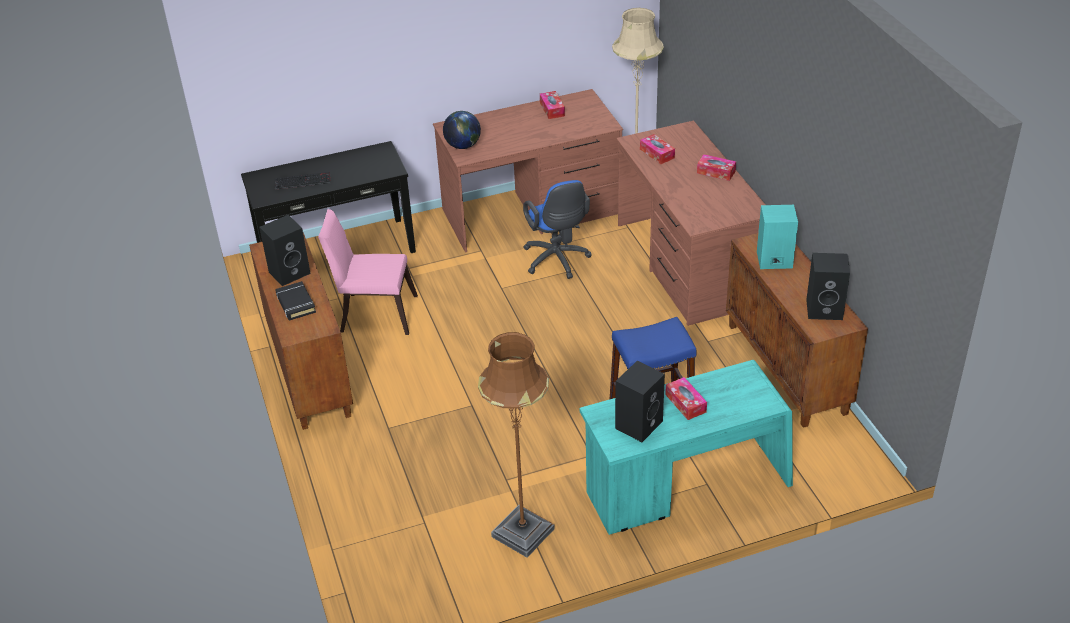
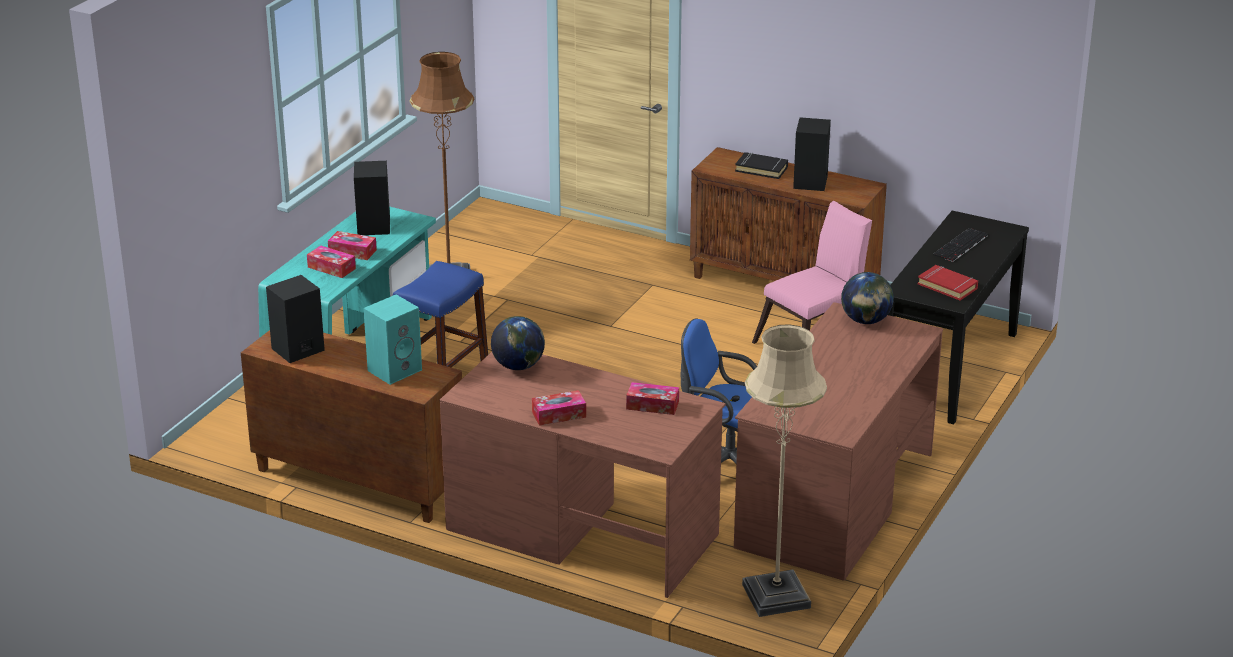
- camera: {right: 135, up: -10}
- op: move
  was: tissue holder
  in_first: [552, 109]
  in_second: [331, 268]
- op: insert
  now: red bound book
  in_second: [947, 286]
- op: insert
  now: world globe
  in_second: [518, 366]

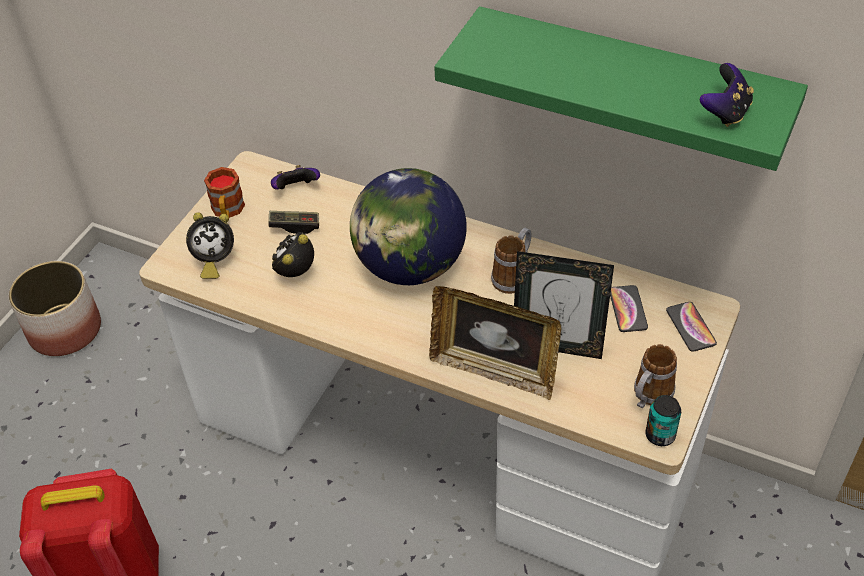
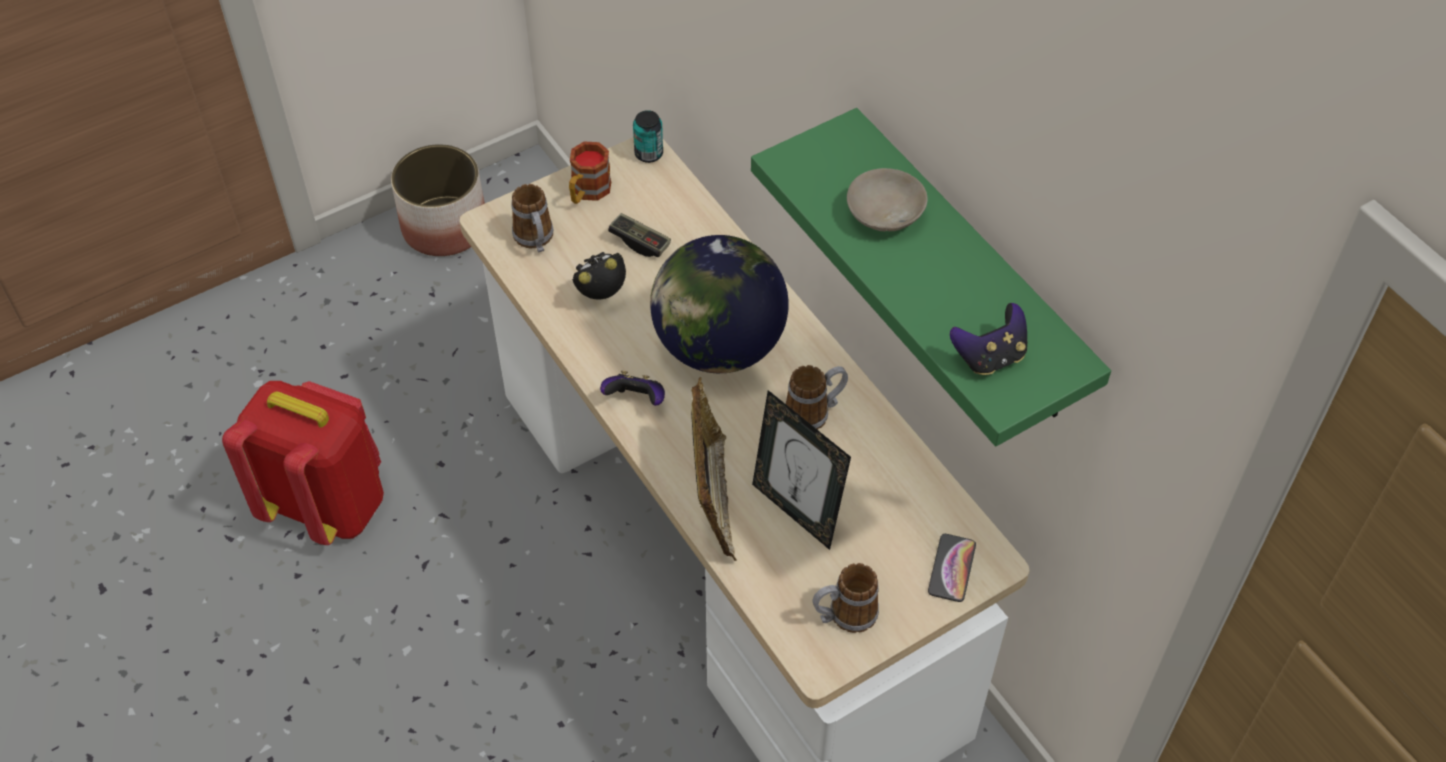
- camera: {right: 30, up: 5}
- op: move
  was: game controller
  in_first: [296, 189]
  in_second: [636, 400]
- op: replace
  was: bedside clock
  now: coffee mug
  in_first: [214, 261]
  in_second: [536, 240]
- op: delete
  was: handset
  in_first: [628, 309]
- op: rotate
  was: standing frame
  in_first: [494, 370]
  in_second: [713, 501]
  clockwise: -150
- op: move
  was: metal can
  in_first: [660, 435]
  in_second: [649, 154]
- op: insert
  now: beige-coloured bowl
  in_second: [885, 212]

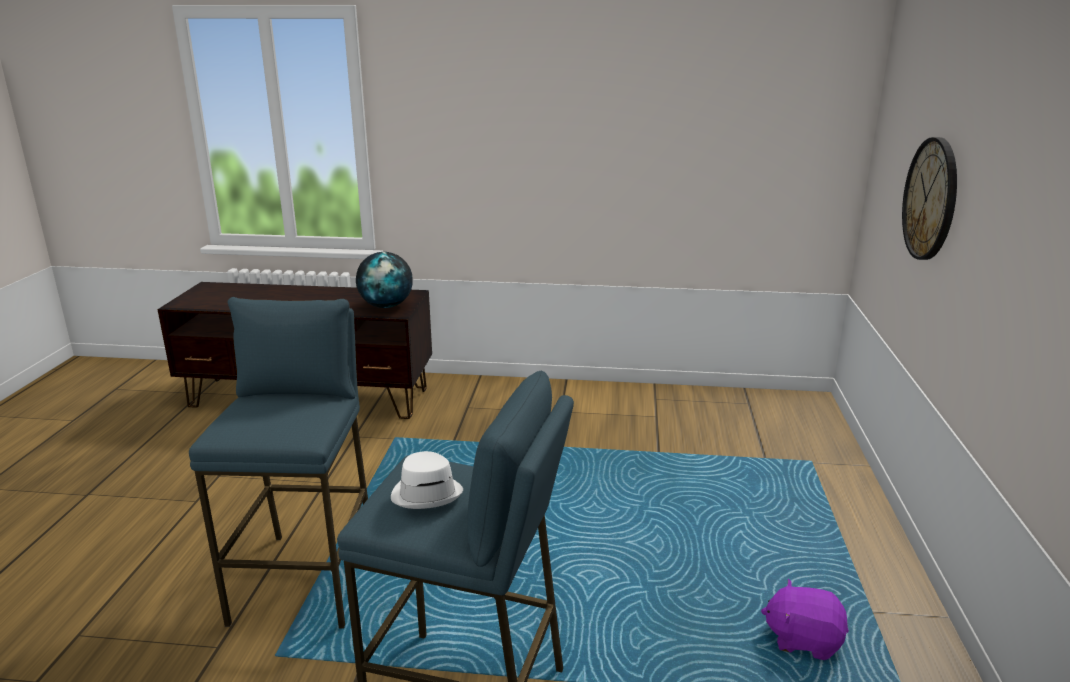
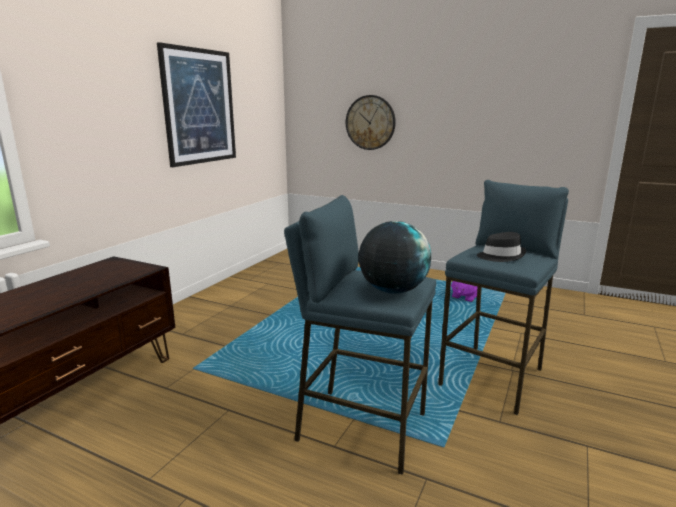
- camera: {right: -70, up: -5}
- op: move
  was: world globe
  in_first: [386, 306]
  in_second: [393, 290]
- op: recolor
  was: white-coloured wearable hat
  now: black-coloured wearable hat
  in_first: [427, 493]
  in_second: [500, 256]
- op: insert
  now: wall picture
  in_second: [199, 107]

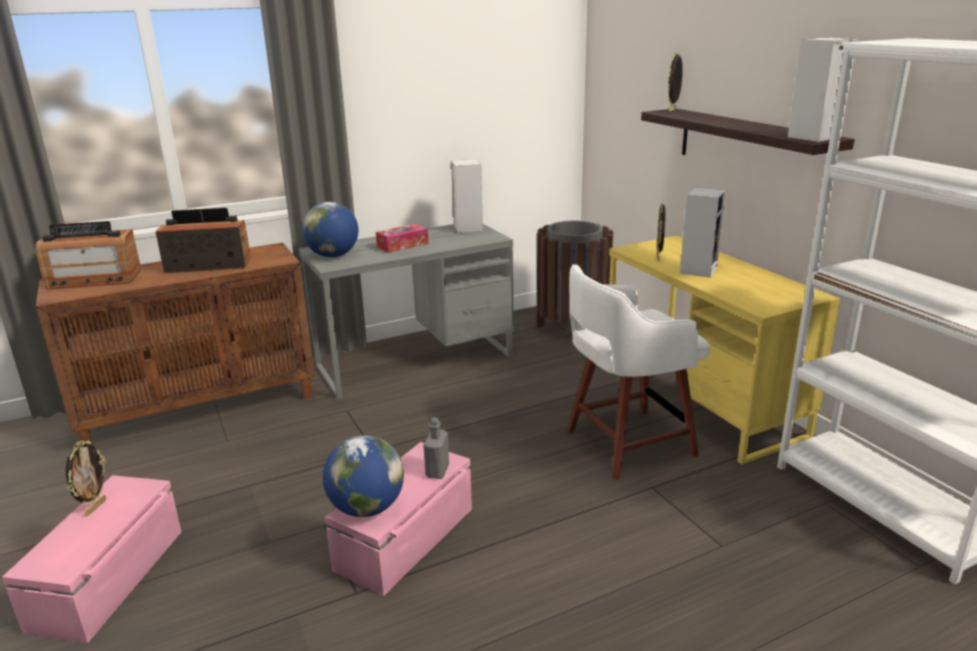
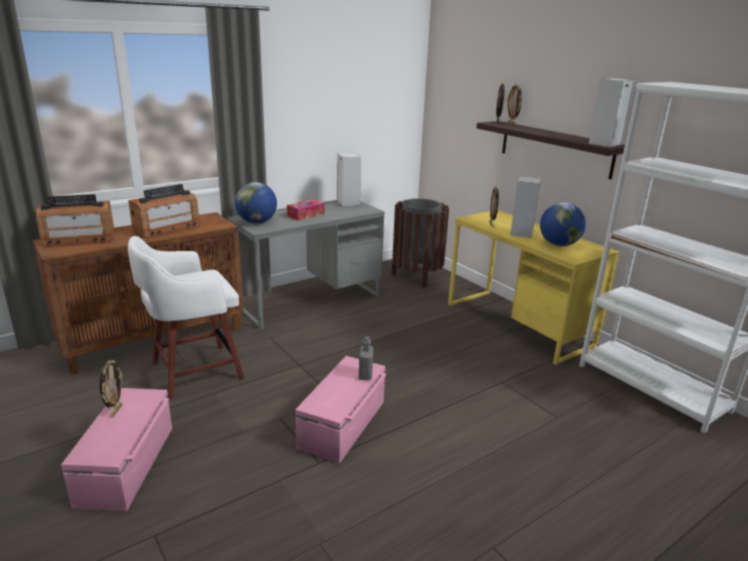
- camera: {right: -10, up: 0}
- op: rotate
  was: radio receiver
  in_first: [208, 265]
  in_second: [167, 229]
  clockwise: 150
- op: move
  was: white-coloured stool
  in_first: [626, 444]
  in_second: [193, 371]
- op: move
  was: world globe
  in_first: [367, 508]
  in_second: [559, 244]
- op: insert
  now: standing frame
  in_second: [511, 124]

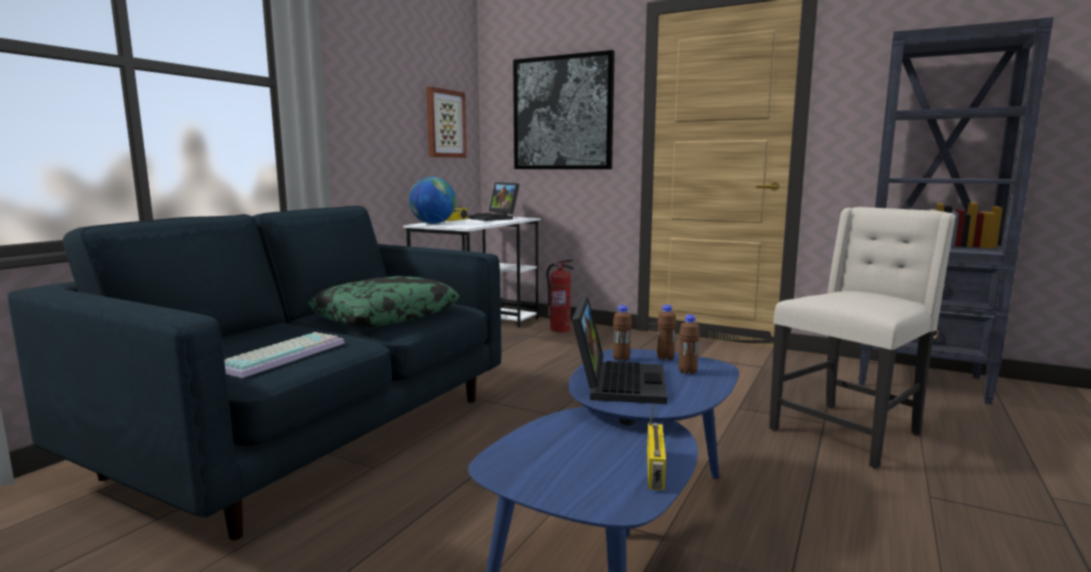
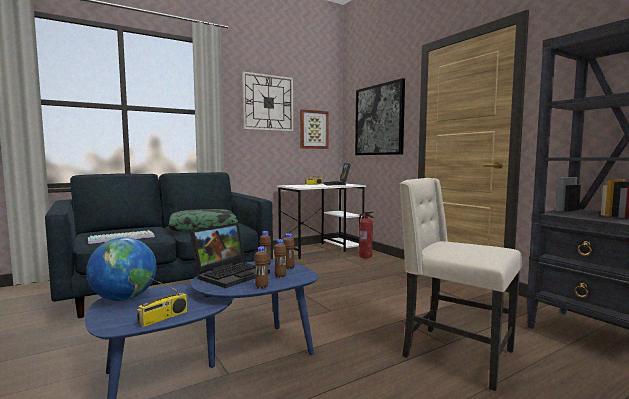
- camera: {right: 30, up: -5}
- op: move
  was: world globe
  in_first: [433, 224]
  in_second: [124, 298]
- op: rotate
  was: beige-coloured upright chair
  in_first: [848, 432]
  in_second: [455, 354]
  clockwise: -135
- op: insert
  now: hanging clock
  in_second: [268, 102]
- op: insert
  now: brown drink bottle
  in_second: [261, 286]

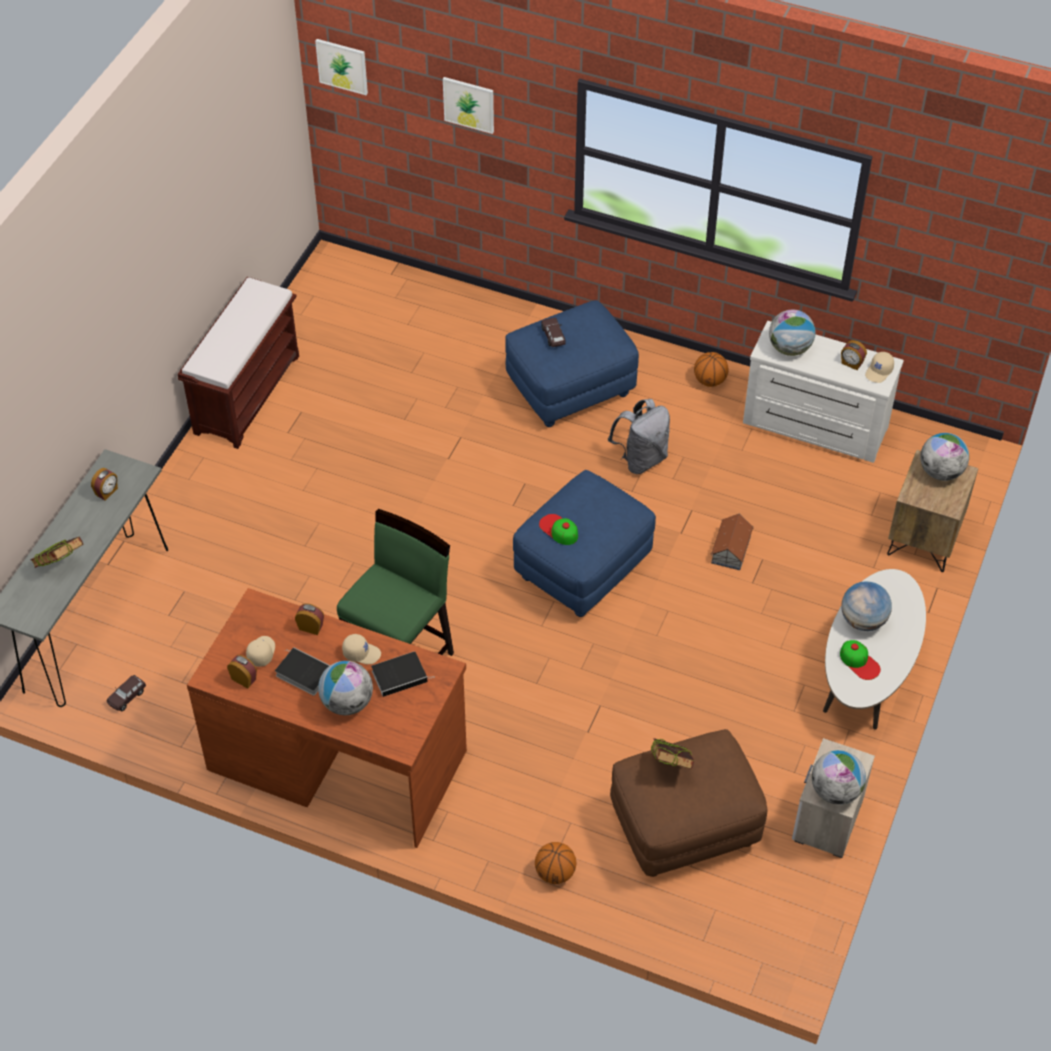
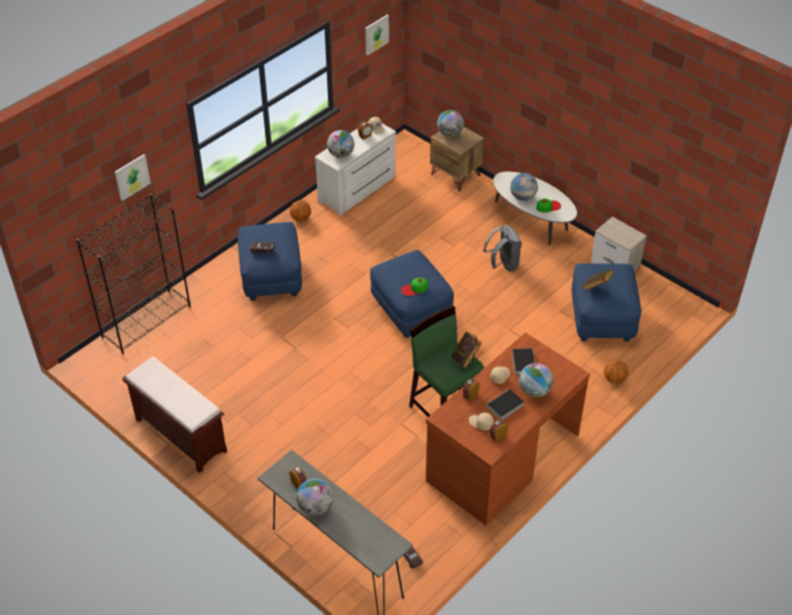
- camera: {right: -70, up: -5}
- op: move
  was: wall picture
  in_first: [342, 66]
  in_second: [376, 34]
- op: move
  was: greyish backpack
  in_first: [641, 459]
  in_second: [503, 264]
- op: delete
  was: miniature house
  in_first: [730, 550]
- op: move
  was: bound book
  in_first: [61, 566]
  in_second: [465, 359]
- op: recolor
  was: brown footrest
  now: bluish footrest
  in_first: [684, 827]
  in_second: [602, 319]
- op: move
  was: world globe
  in_first: [835, 791]
  in_second: [315, 507]
- op: insert
  now: black-coloured bookshelf
  in_second: [147, 321]

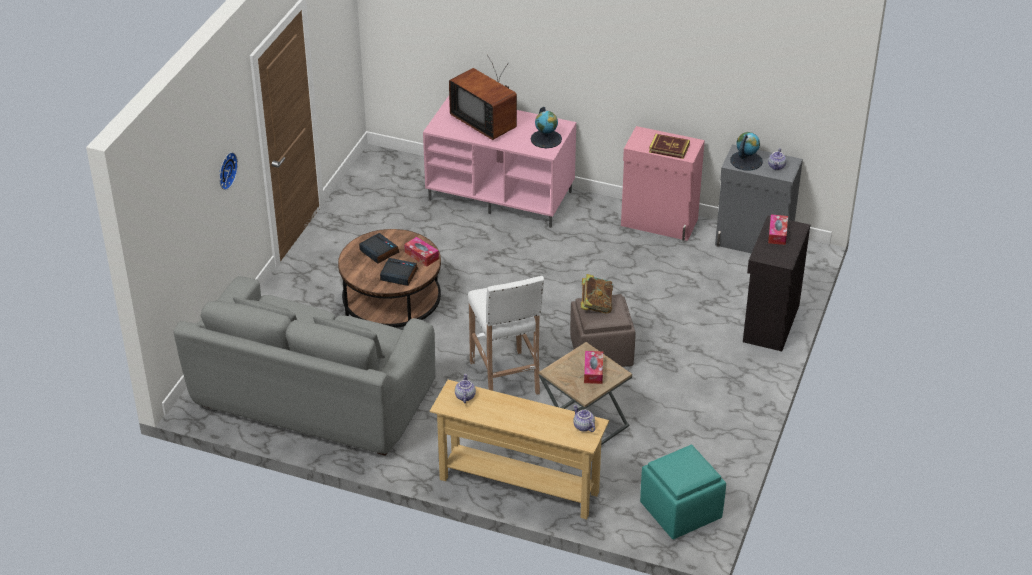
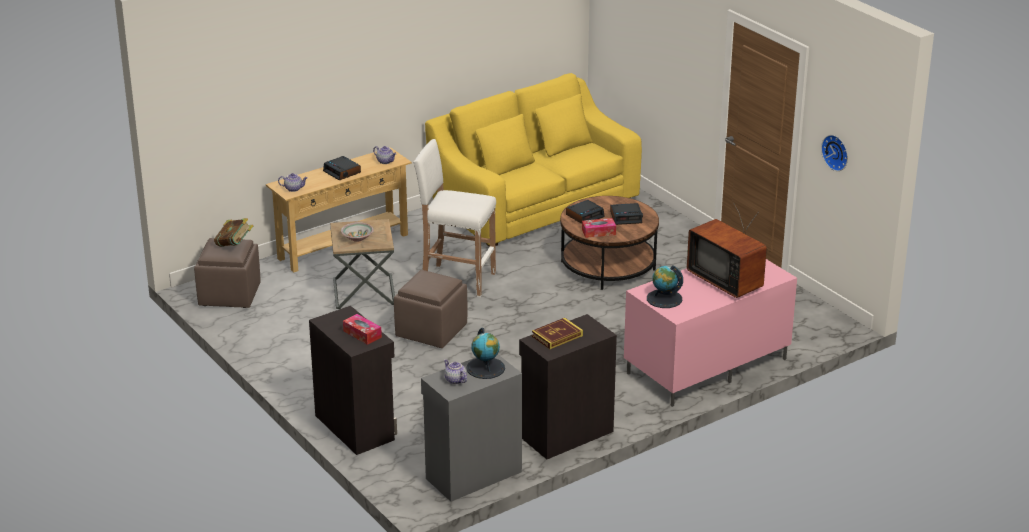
- camera: {right: 125, up: -10}
- op: rotate
  was: TV
  in_first: [486, 122]
  in_second: [728, 280]
  clockwise: -120
- op: recolor
  was: pinkish storage cabinet
  now: black-coloured storage cabinet
  in_first: [659, 223]
  in_second: [565, 434]
- op: move
  was: hanging clock
  in_first: [225, 170]
  in_second: [836, 152]
- op: move
  was: bound book
  in_first: [596, 305]
  in_second: [234, 245]
- op: recolor
  was: greyish sofa
  now: yellowish sofa
  in_first: [313, 399]
  in_second: [534, 205]
- op: replace
  was: tissue holder
  now: bowl
  in_first: [593, 371]
  in_second: [357, 238]
- op: recolor
  was: turquoise footrest
  now: brown footrest
  in_first: [680, 511]
  in_second: [229, 294]
- op: insert
  now: bedside clock
  in_second: [342, 172]

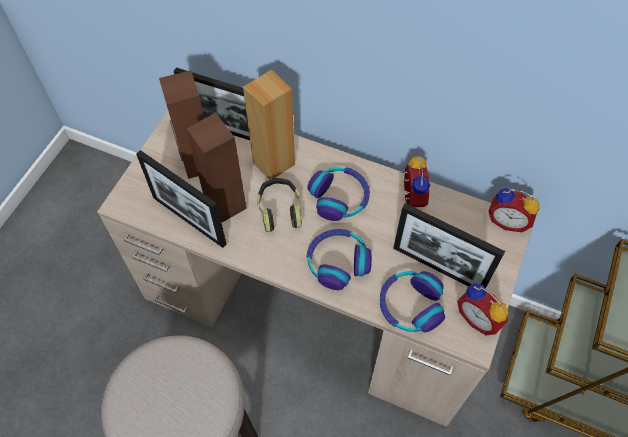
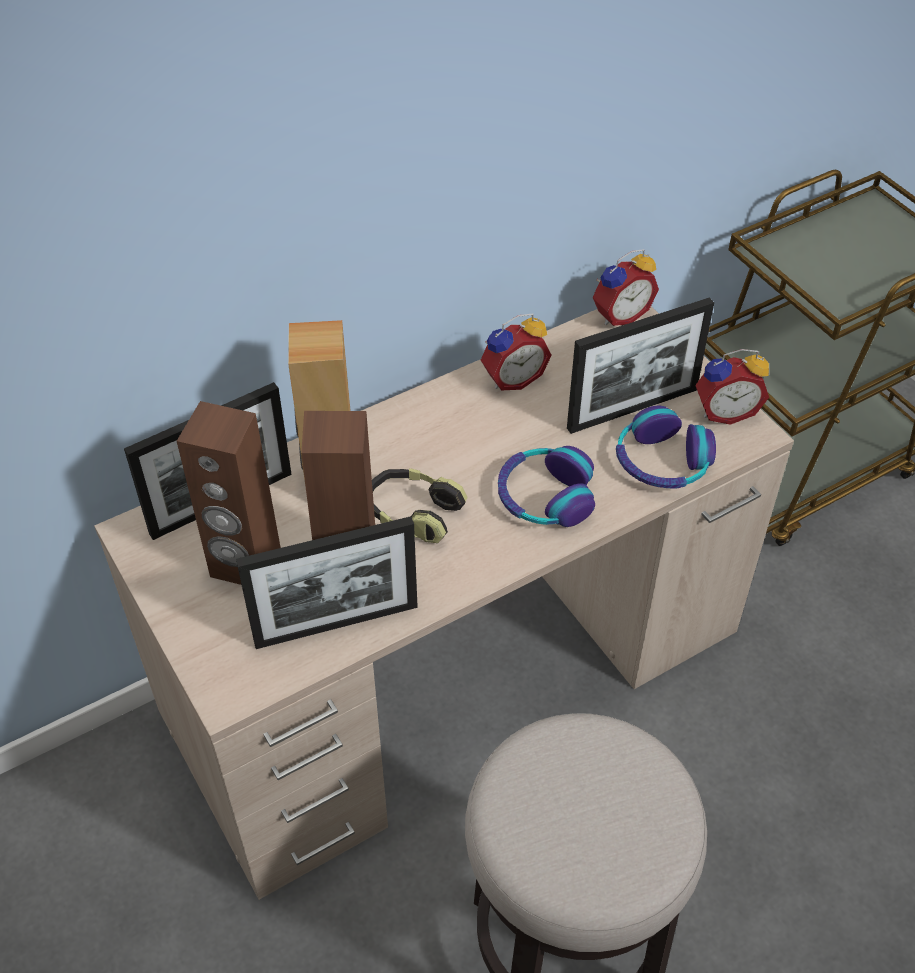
- camera: {right: -55, up: -10}
- op: rotate
  was: bedside clock
  in_first: [410, 197]
  in_second: [512, 378]
  clockwise: 120
- op: delete
  was: pair of headphones
  in_first: [339, 198]

